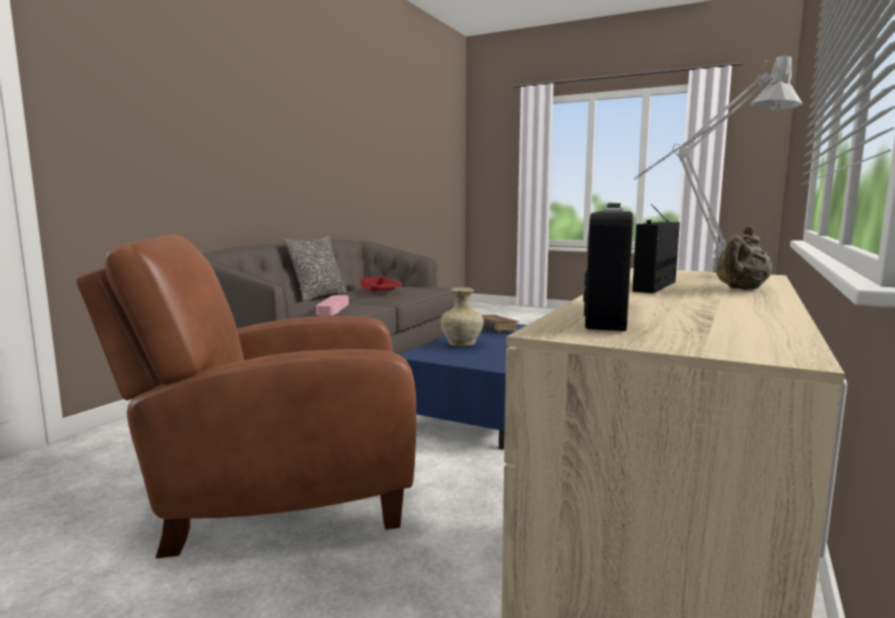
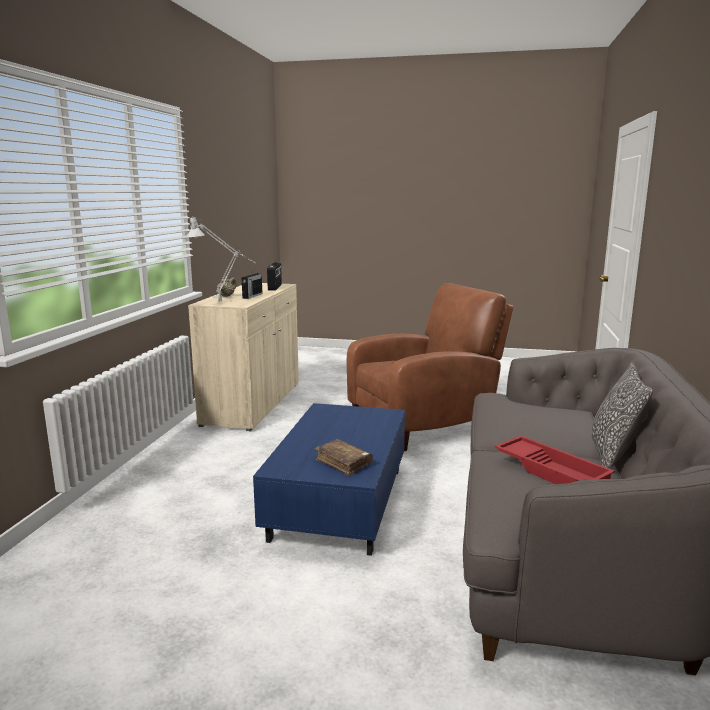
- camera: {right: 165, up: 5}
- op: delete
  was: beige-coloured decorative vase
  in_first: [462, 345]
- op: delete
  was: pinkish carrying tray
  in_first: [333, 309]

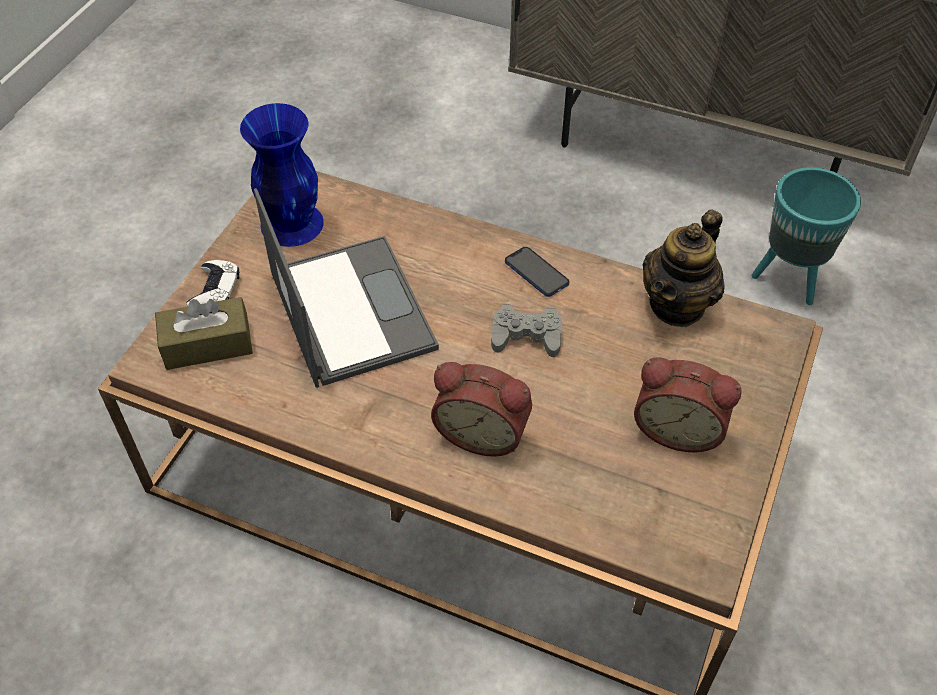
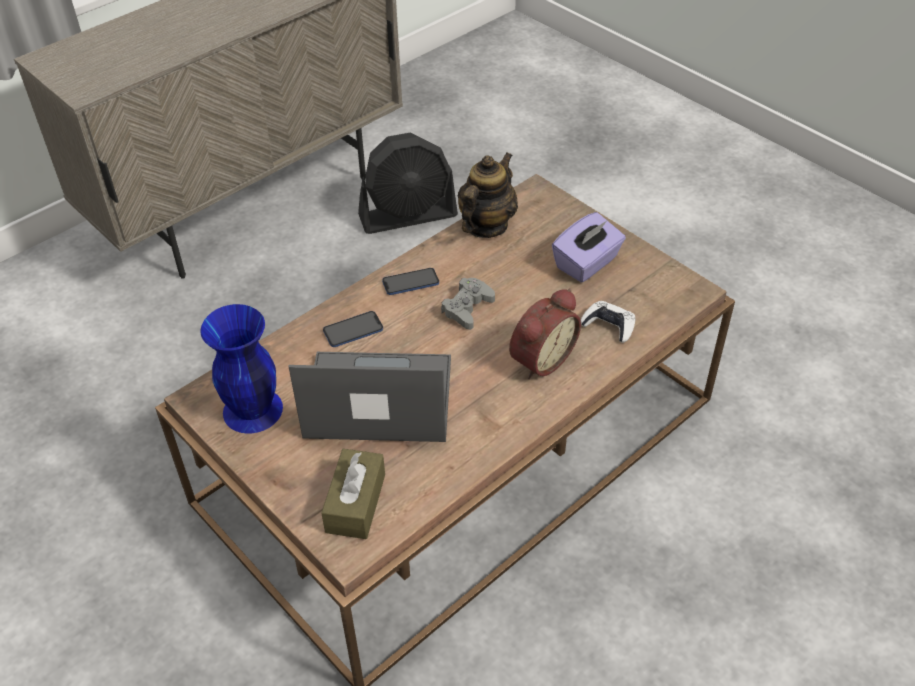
- camera: {right: -65, up: -5}
- op: replace
  was: turquoise plant pot
  now: black-coloured fan
  in_first: [789, 279]
  in_second: [408, 216]
- op: rotate
  was: tea pot
  in_first: [677, 305]
  in_second: [486, 226]
  clockwise: -120
- op: move
  was: white-coloured game controller
  in_first: [215, 290]
  in_second: [609, 325]
- op: replace
  was: bedside clock
  now: purplish tissue holder
  in_first: [678, 428]
  in_second: [587, 263]
- op: insert
  now: handset
  in_second: [353, 330]

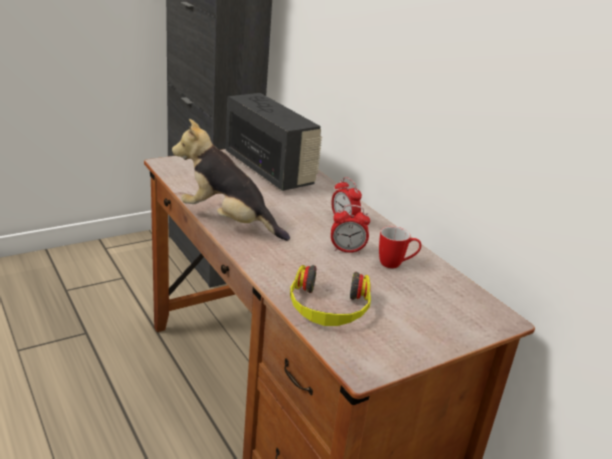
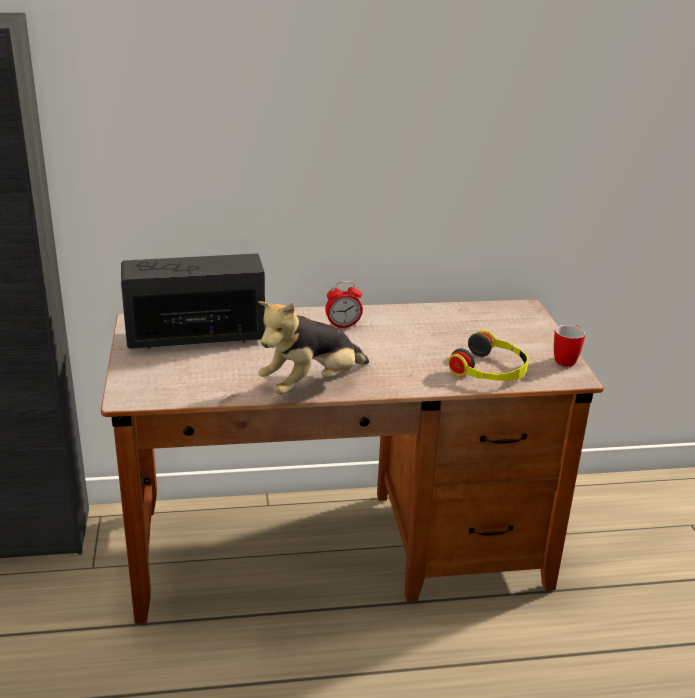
- camera: {right: -65, up: 0}
- op: delete
  was: bedside clock
  in_first: [347, 250]
- op: move
  was: coffee mug
  in_first: [396, 264]
  in_second: [567, 359]

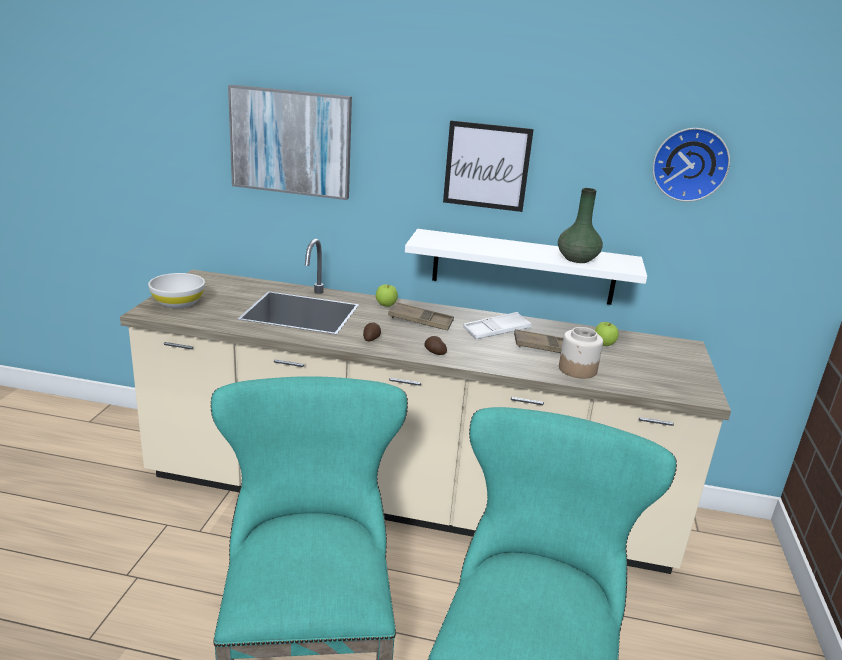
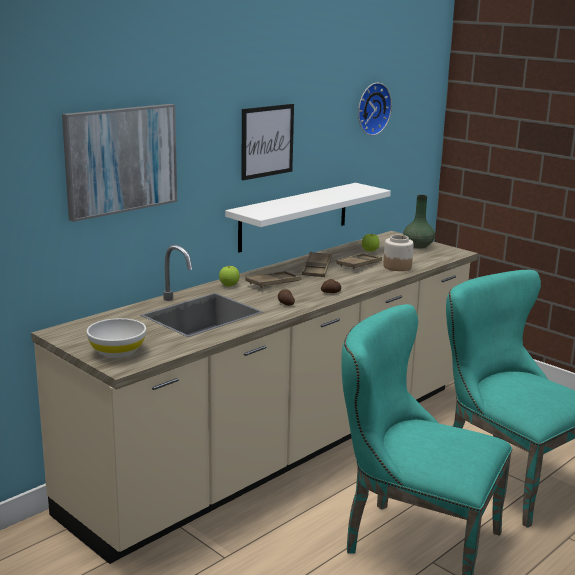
- camera: {right: -55, up: -5}
- op: move
  was: green-coloured decorative vase
  in_first: [577, 259]
  in_second: [418, 246]
- op: recolor
  was: white-coloured carrying tray
  now: brown carrying tray
  in_first: [496, 330]
  in_second: [316, 268]

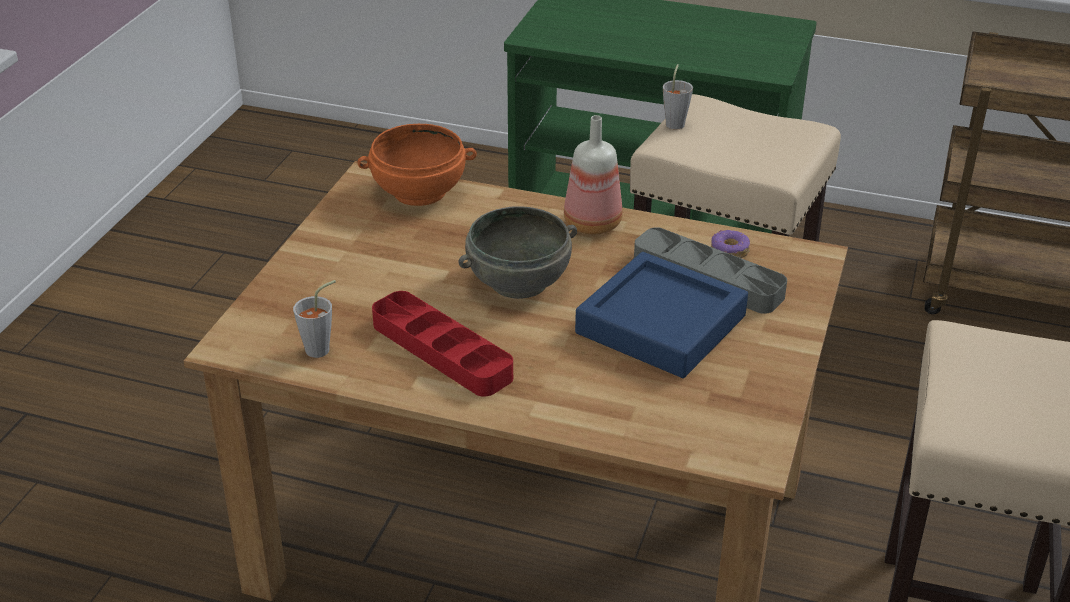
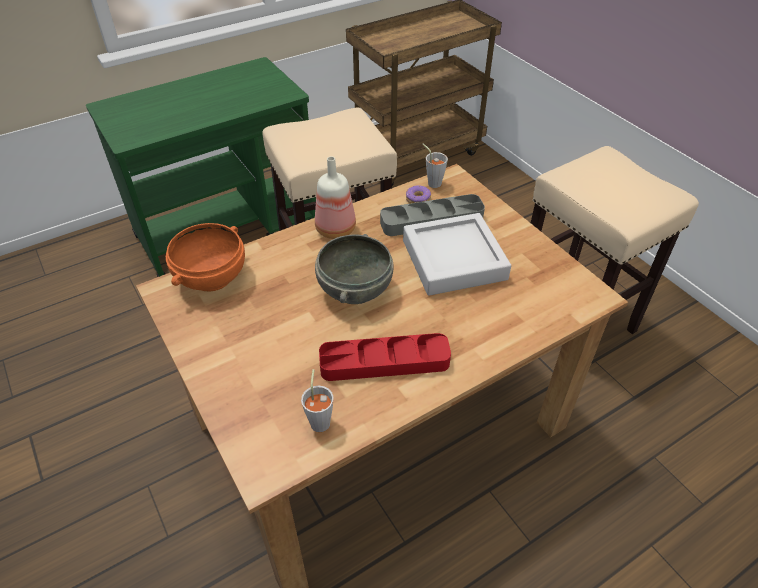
- camera: {right: -50, up: 10}
- op: move
  was: greyish drinking cup
  in_first: [676, 122]
  in_second: [432, 182]
- op: recolor
  was: bluish carrying tray
  now: greyish carrying tray
  in_first: [661, 324]
  in_second: [454, 260]

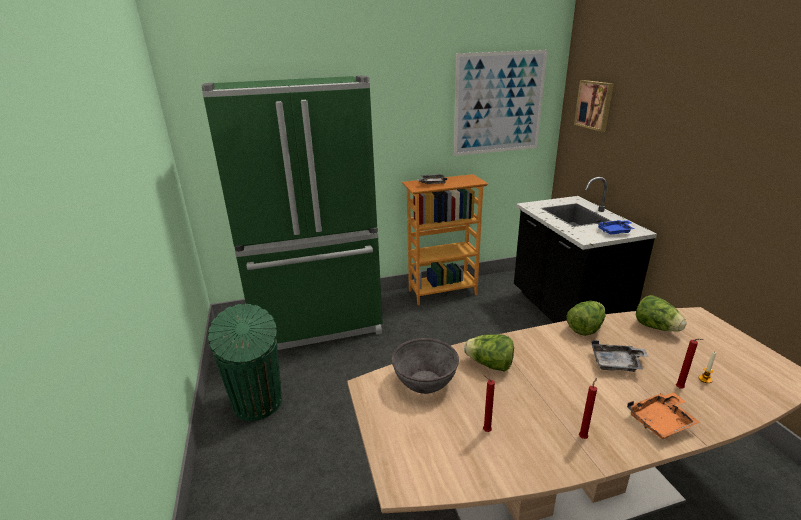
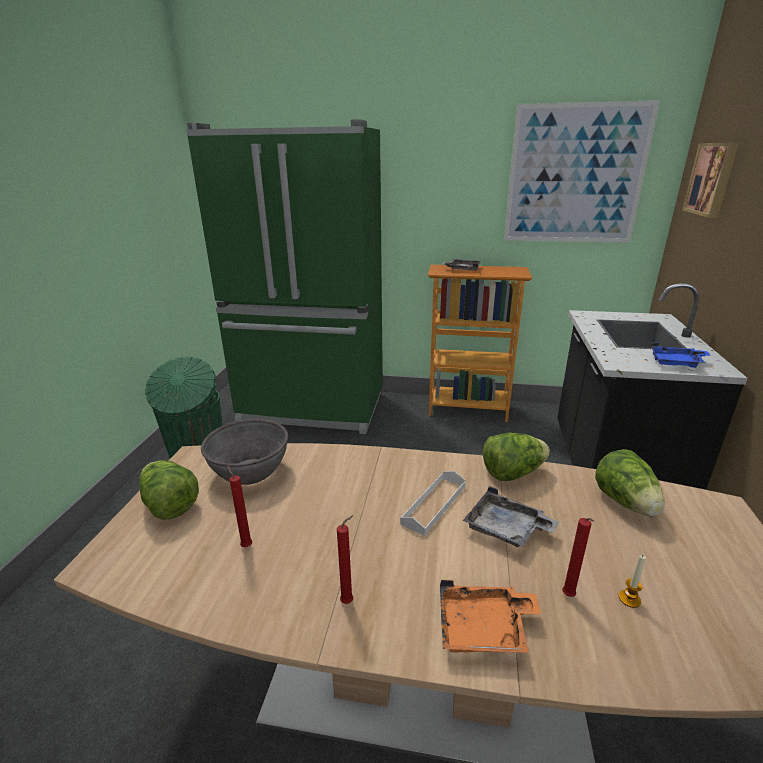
- camera: {right: 25, up: 0}
- op: move
  was: lettuce head
  in_first: [489, 364]
  in_second: [170, 505]
- op: insert
  now: white-coloured carrying tray
  in_second: [434, 504]

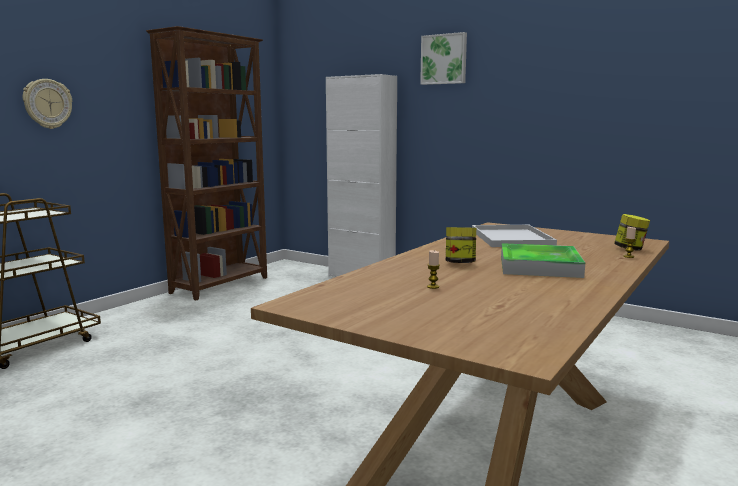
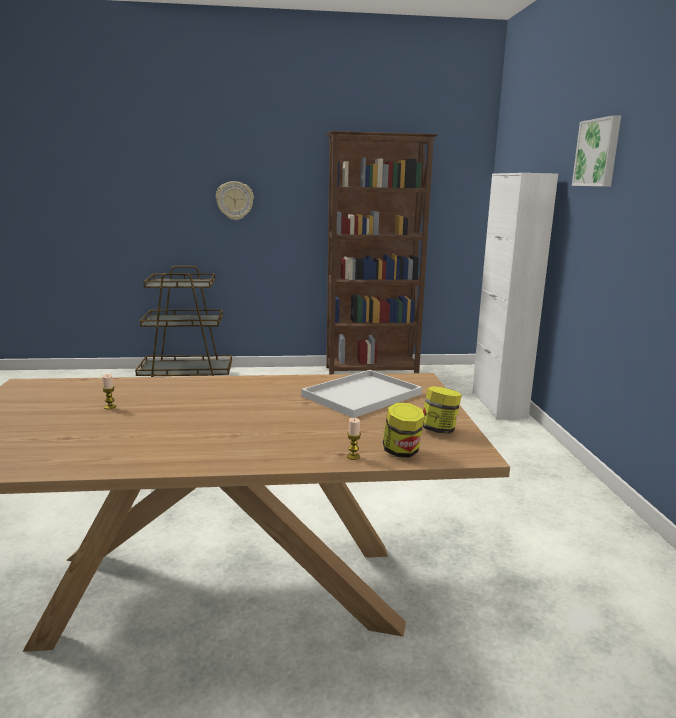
- camera: {right: 50, up: 5}
- op: move
  was: storage jar
  in_first: [460, 263]
  in_second: [439, 430]
- op: delete
  was: carrying tray
  in_first: [539, 266]

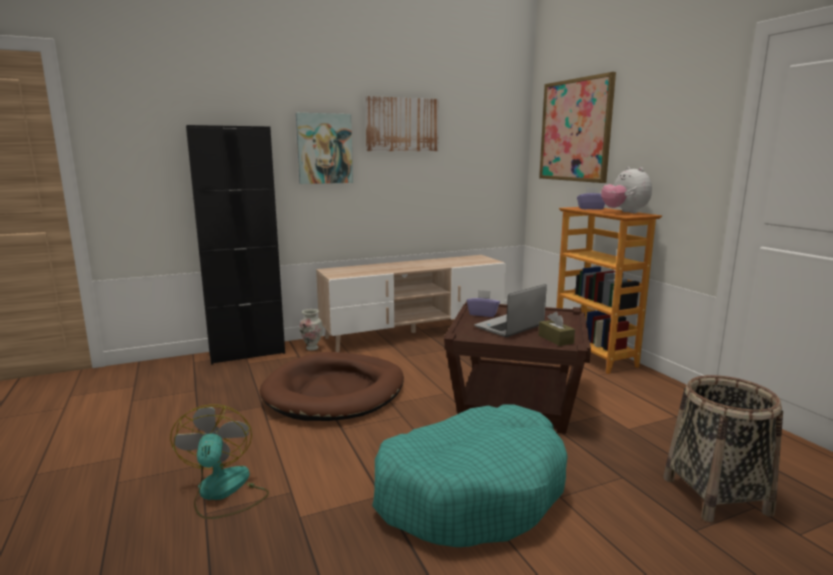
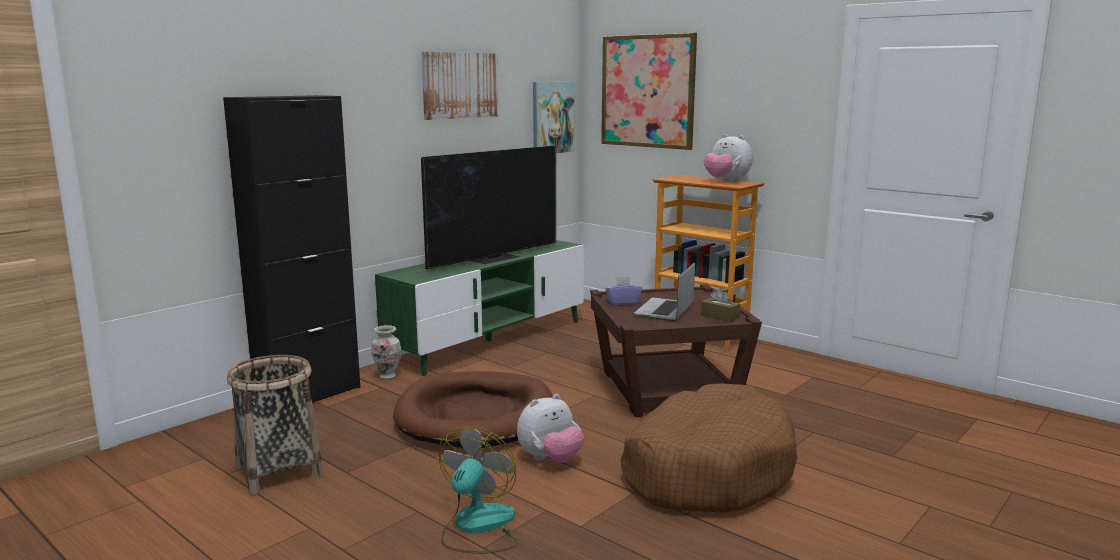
- camera: {right: -25, up: 0}
- op: move
  was: wall picture
  in_first: [324, 148]
  in_second: [552, 117]
- op: delete
  was: purplish tissue holder
  in_first: [590, 208]
- op: recolor
  was: beige-coloured media console
  now: green-coloured media console
  in_first: [414, 332]
  in_second: [490, 340]
- op: move
  was: basket
  in_first: [715, 495]
  in_second: [279, 471]
- op: rotate
  was: fan
  in_first: [223, 492]
  in_second: [477, 527]
  clockwise: 60
- op: recolor
  was: turquoise dog cushion
  now: brown dog cushion
  in_first: [470, 491]
  in_second: [707, 470]
- op: insert
  now: TV
  in_second: [495, 258]
- op: insert
  now: soft toy
  in_second: [550, 459]

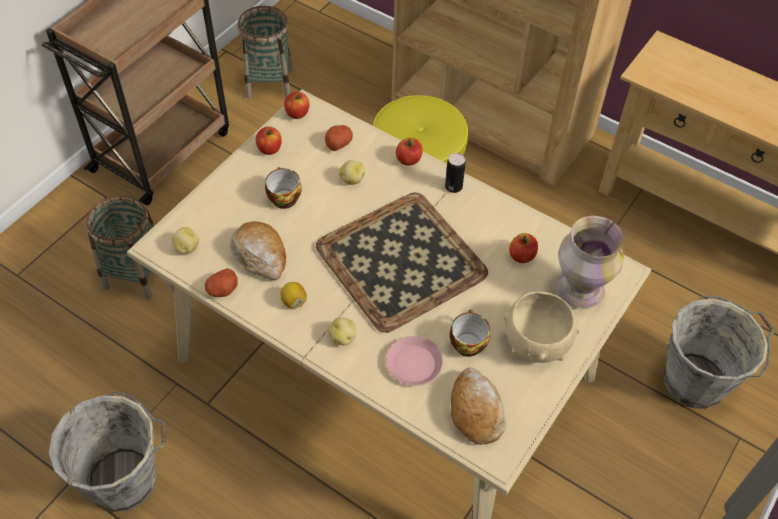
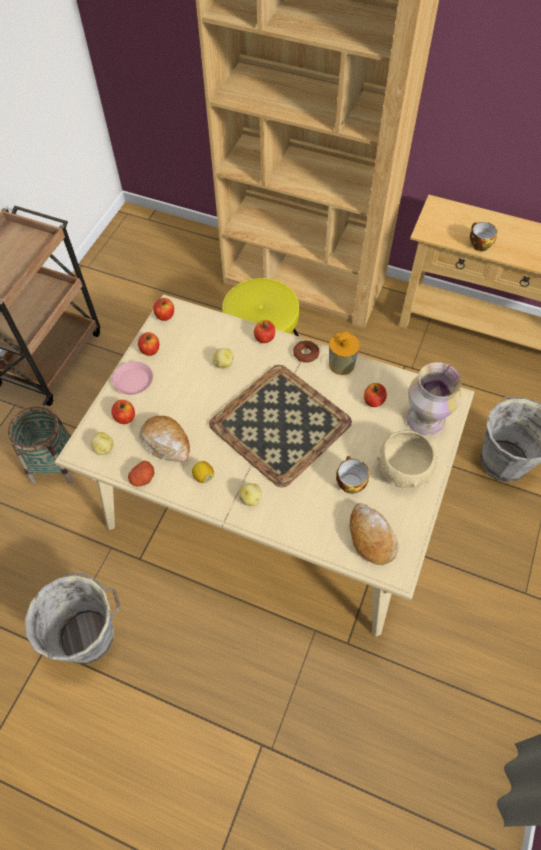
- camera: {right: -10, up: 5}
- op: delete
  was: basket
  in_first: [269, 83]
- op: delete
  was: whole potato
  in_first: [338, 143]
- op: replace
  was: metal can
  now: donut
  in_first: [453, 186]
  in_second: [306, 353]
- op: move
  was: drinking cup
  in_first: [283, 198]
  in_second: [478, 244]
- op: move
  was: pinkish plate
  in_first: [414, 364]
  in_second: [133, 381]
- op: insert
  now: liquid soap bottle
  in_second: [341, 364]
- op: insert
  now: apple
  in_second: [125, 417]

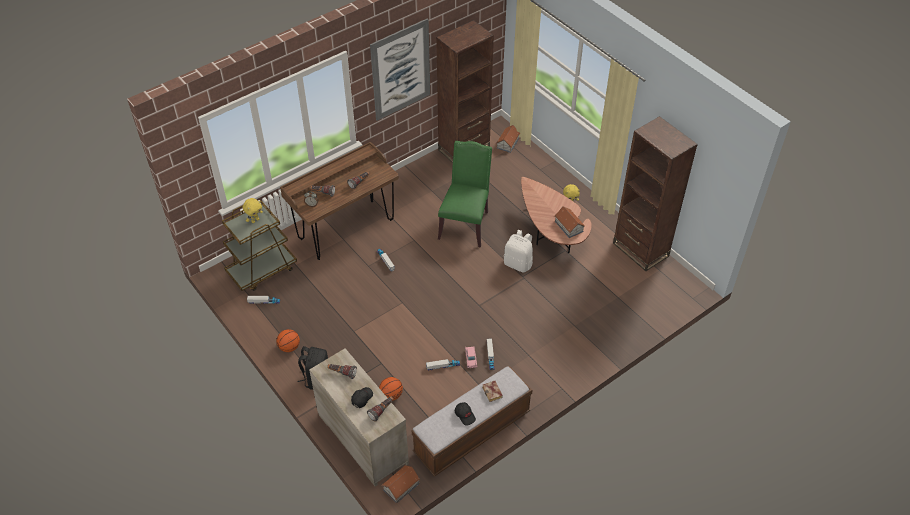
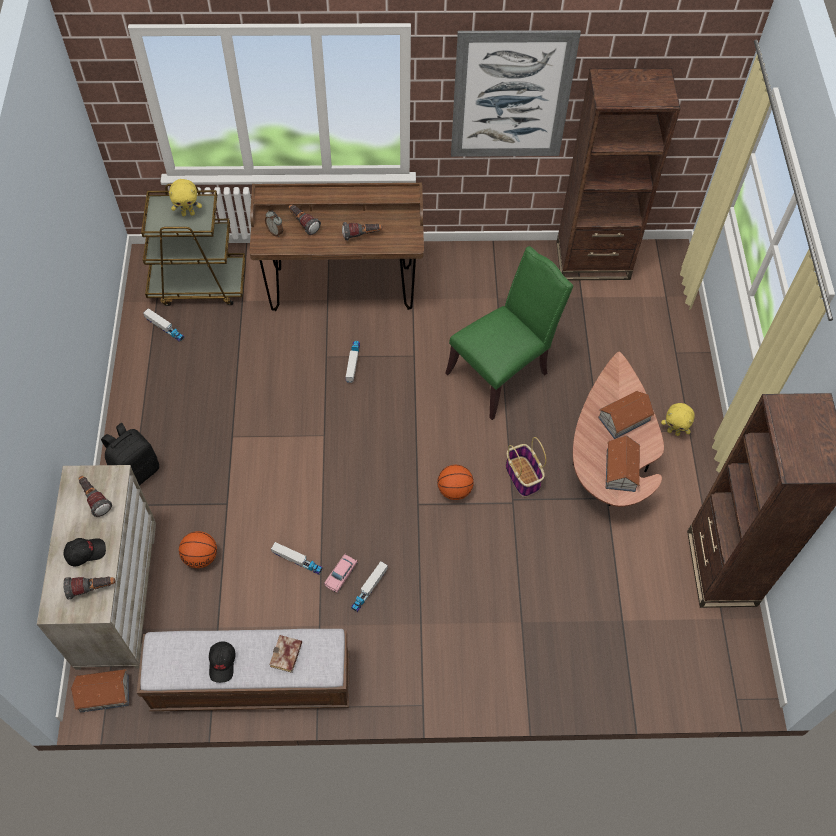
- camera: {right: 35, up: 10}
- op: move
  was: miniature house
  in_first: [507, 143]
  in_second: [623, 419]
- op: replace
  was: white-coloured backpack
  now: basket
  in_first: [518, 263]
  in_second: [523, 477]
- op: move
  was: basketball ball
  in_first: [289, 347]
  in_second: [454, 490]

